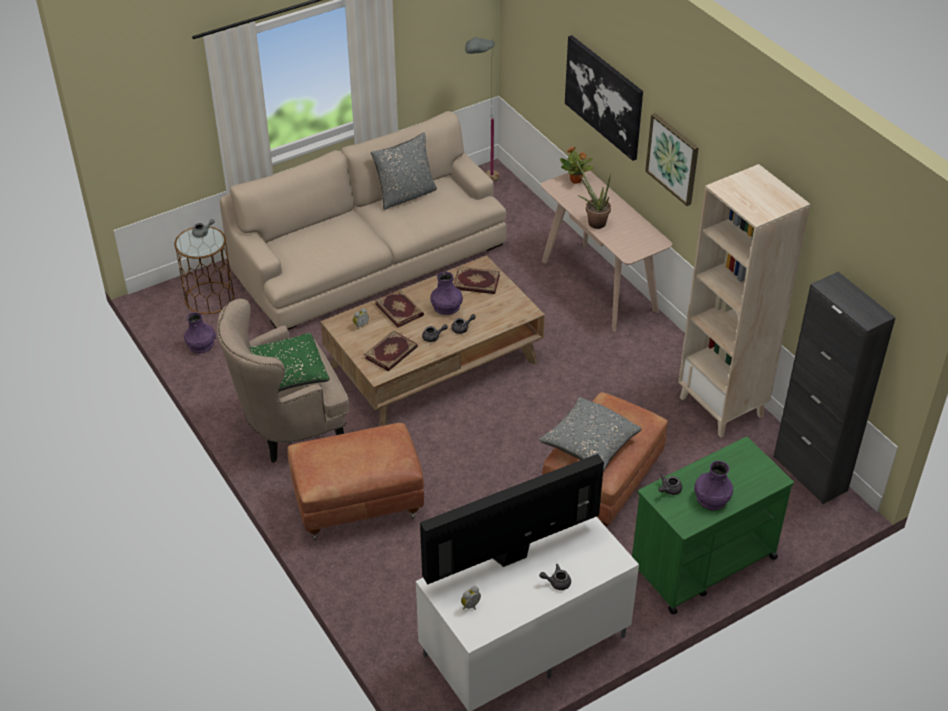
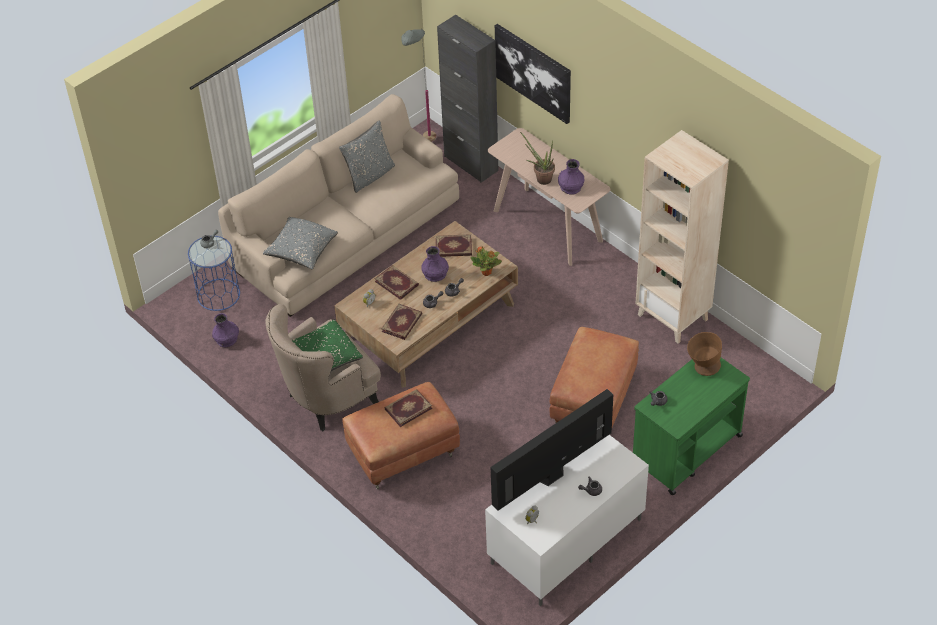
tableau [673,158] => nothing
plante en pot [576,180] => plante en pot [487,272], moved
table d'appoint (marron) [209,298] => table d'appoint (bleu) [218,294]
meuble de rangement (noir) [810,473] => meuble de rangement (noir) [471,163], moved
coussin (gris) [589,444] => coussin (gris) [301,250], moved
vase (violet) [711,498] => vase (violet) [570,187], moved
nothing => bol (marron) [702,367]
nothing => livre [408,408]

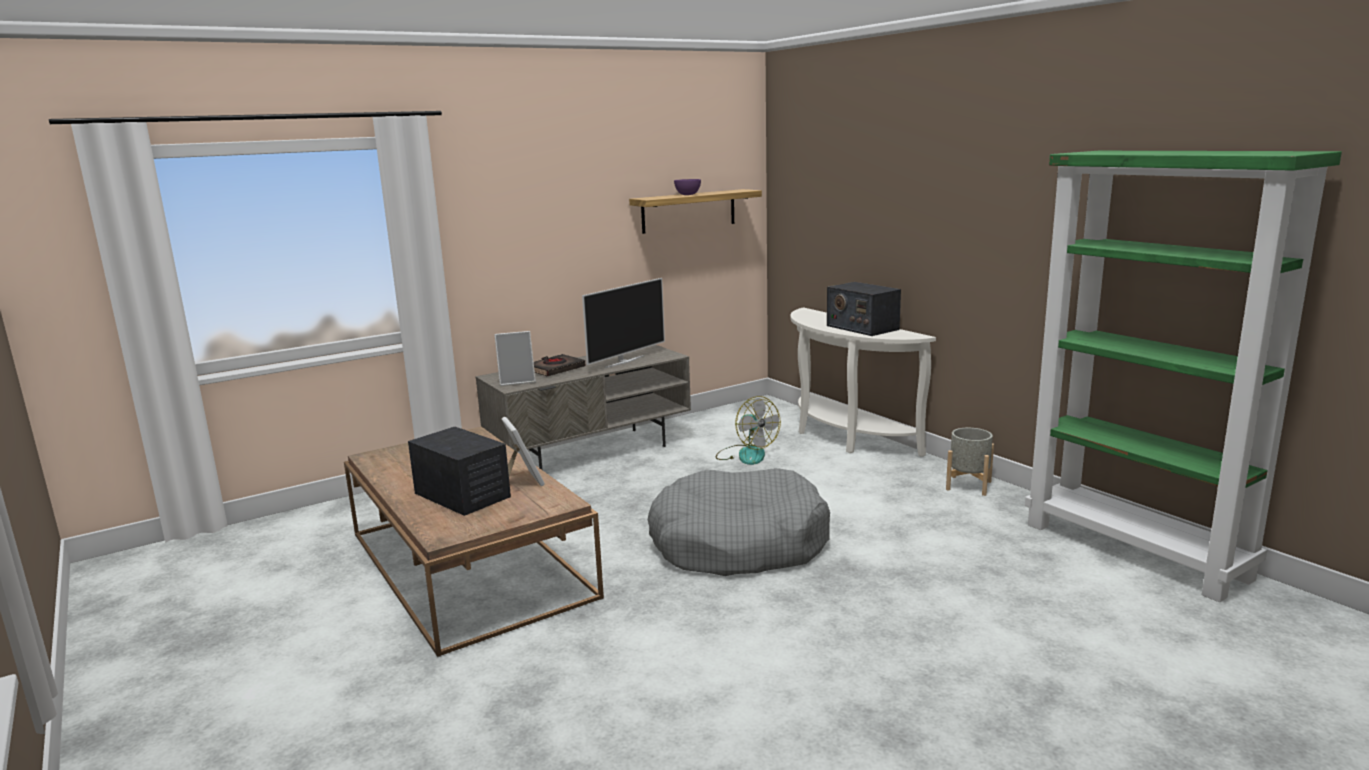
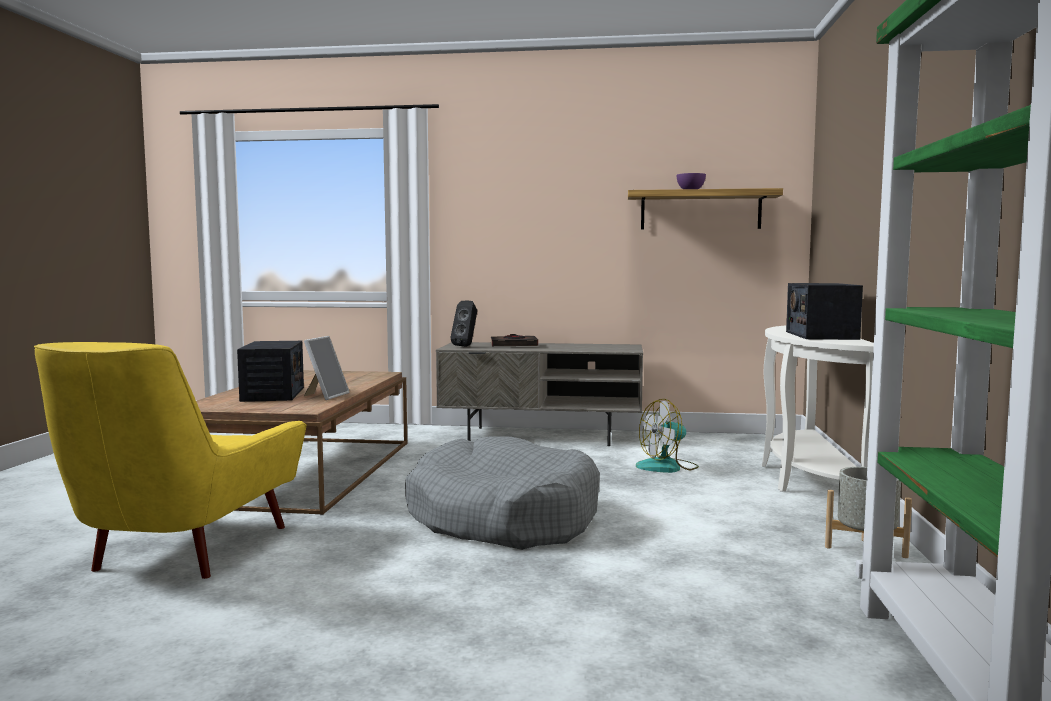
téléviseur [624,361] => nothing
cadre photo [517,381] => enceinte (noir) [466,346]
ventilateur [746,454] => ventilateur [667,467], 60 degrees clockwise
nothing => fauteuil (jaune) [180,554]

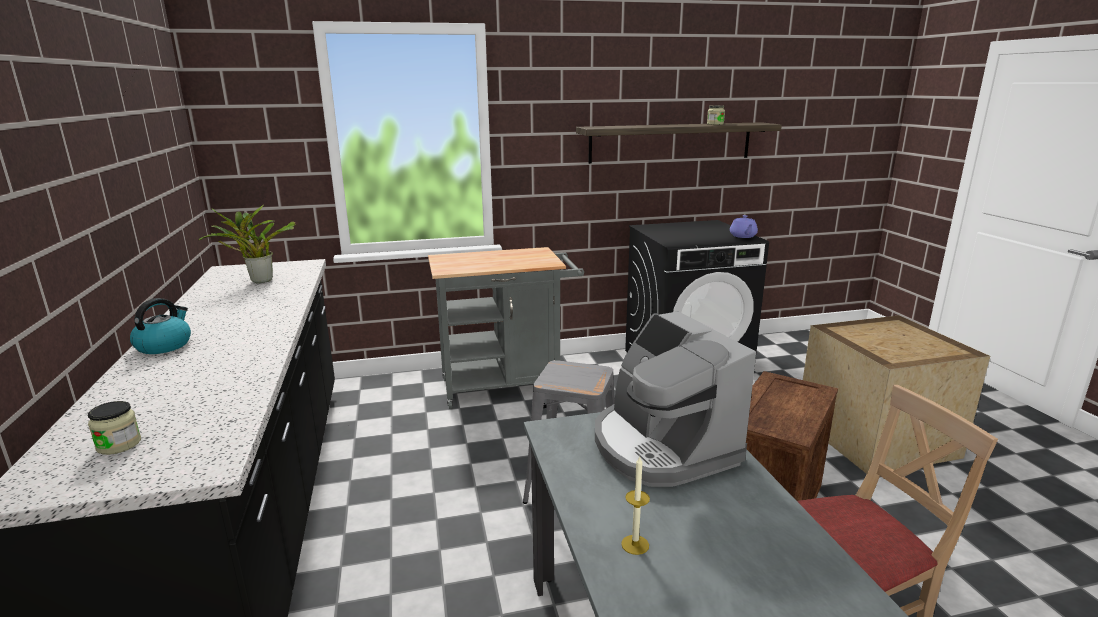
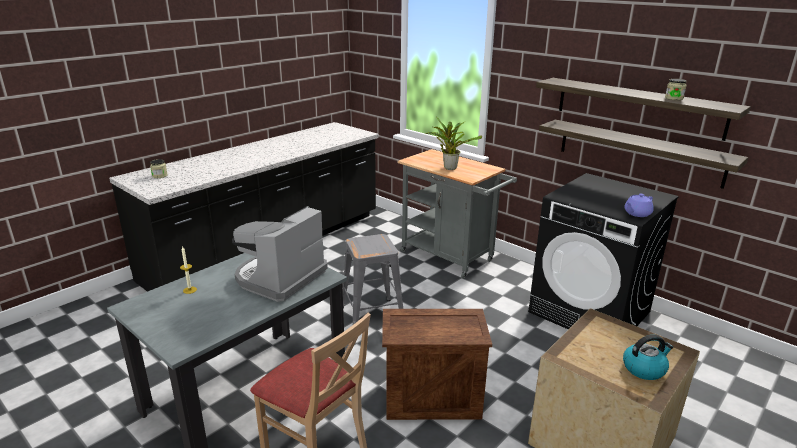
plante en pot [259,280] => plante en pot [449,167], moved
bouilloire [164,345] => bouilloire [644,368], moved
nothing => étagère [638,152]

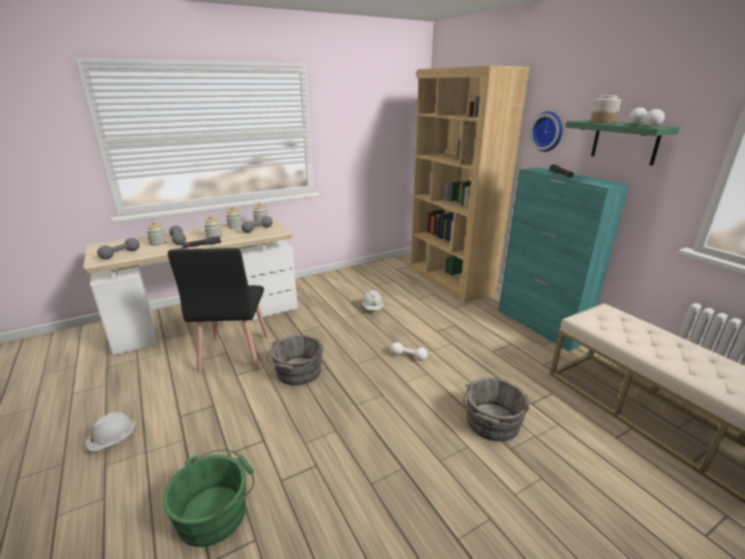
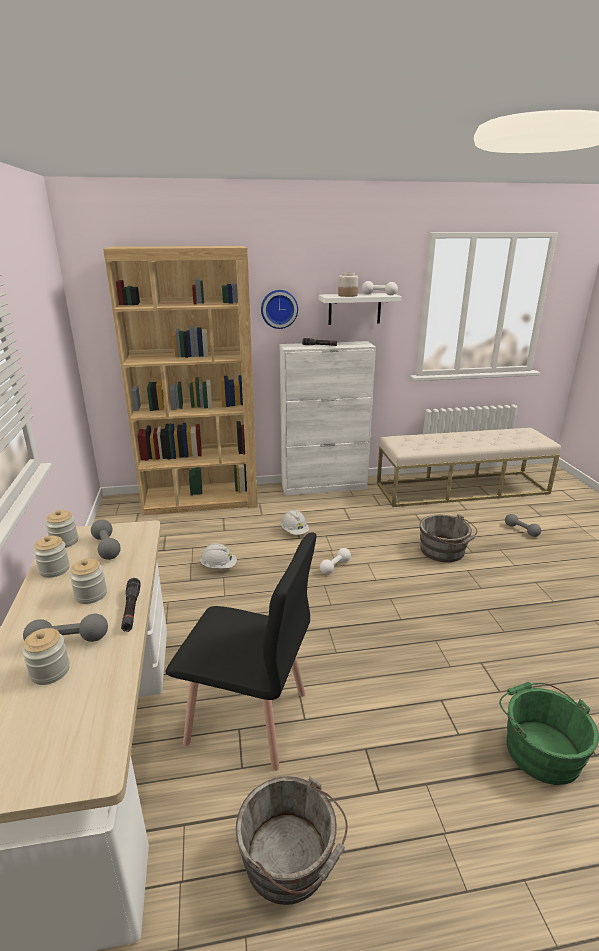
étagère (vert) [625,142] => étagère (blanc) [354,309]
meuble de rangement (turquoise) [540,325] => meuble de rangement (blanc) [324,486]
haltère (gris) [120,254] => haltère (gris) [521,530], moved
seau (gris) [297,373] => seau (gris) [291,860], moved
casque de chantier (blanc) [113,441] => casque de chantier (blanc) [294,531], moved

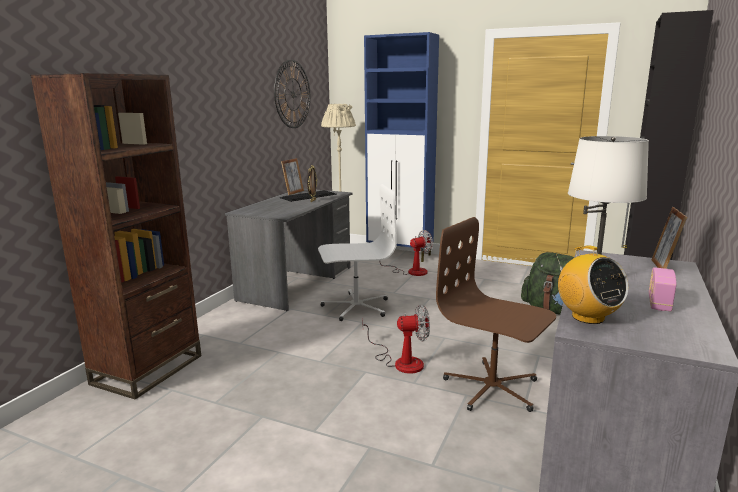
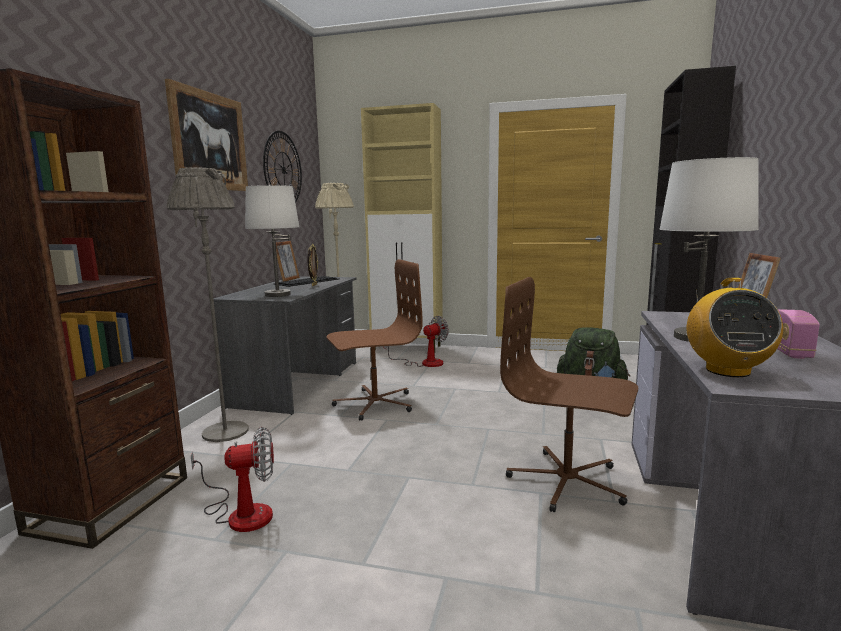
meuble de rangement (bleu) [400,255] => meuble de rangement (beige) [408,348]
chaise de bureau (blanc) [356,307] => chaise de bureau (marron) [374,403]
radio [587,317] => radio [727,370], 45 degrees clockwise
ventilateur [401,361] => ventilateur [241,513], moved
nothing => tableau [209,141]
nothing => lampadaire (gris) [225,432]
nothing => lampe de table (blanc) [277,294]

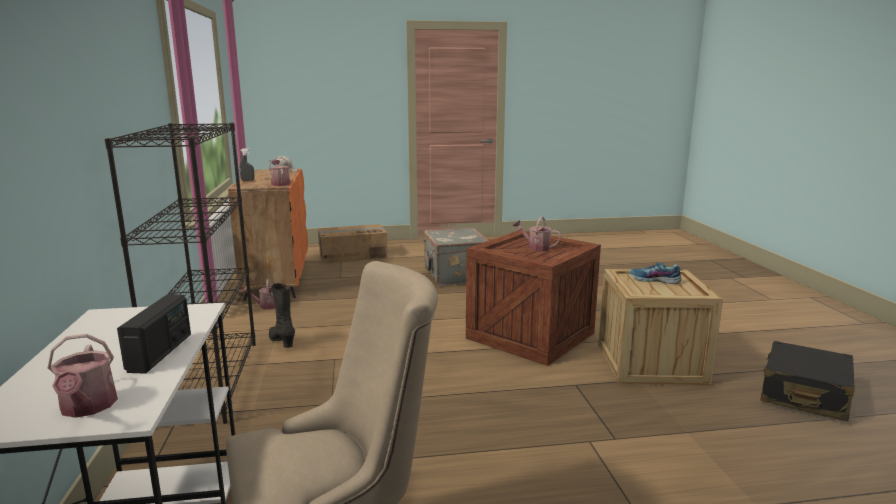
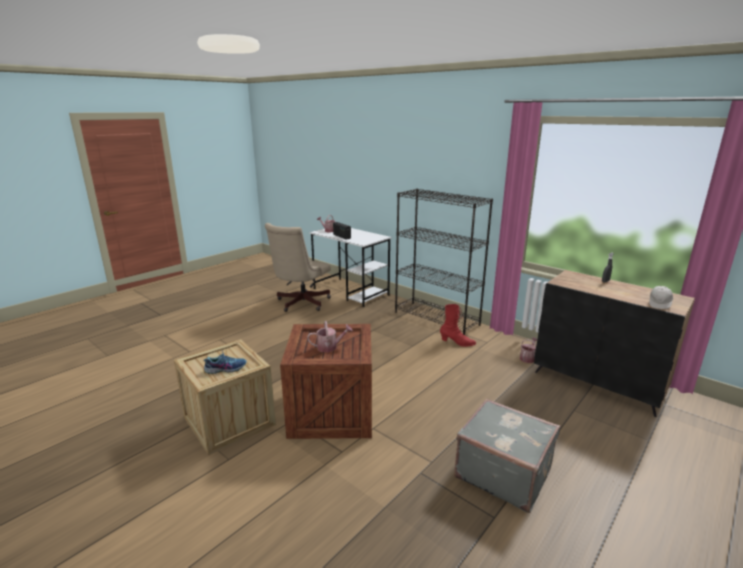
arrosoir [280,184] => nothing
meuble de rangement (orange) [277,279] => meuble de rangement (noir) [598,383]
carton [352,255] => nothing
botte (noir) [282,341] => botte (rouge) [457,343]
valise (noir) [804,395] => nothing

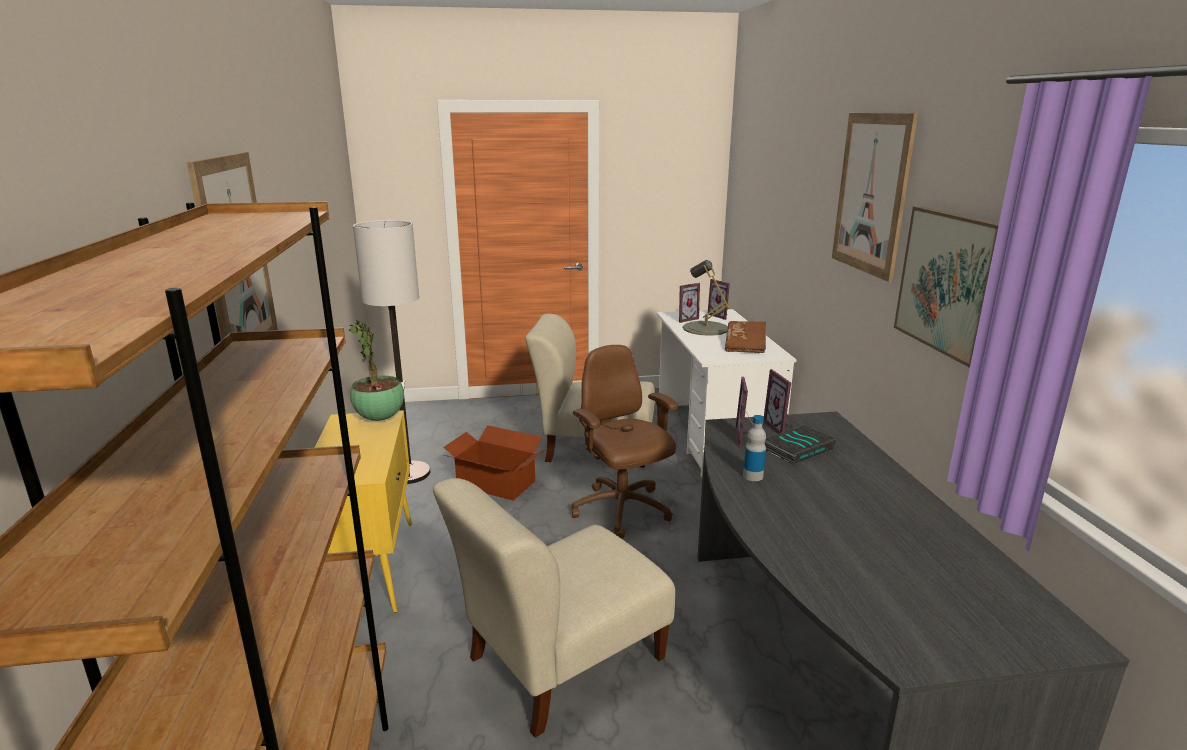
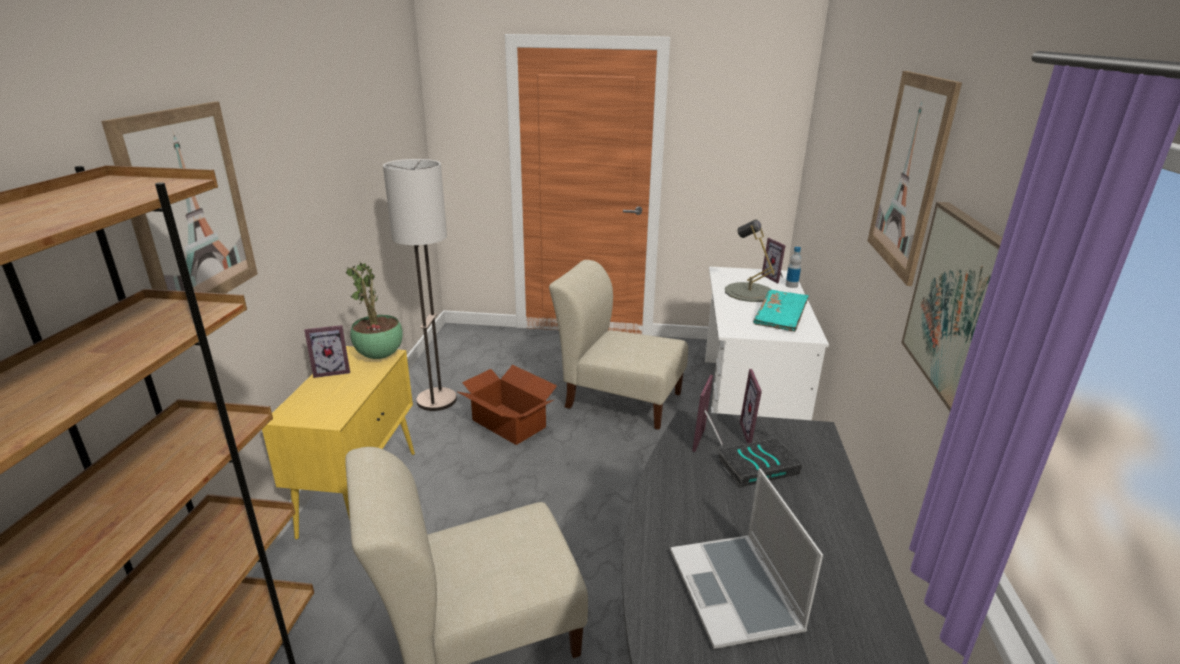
cadre photo [685,319] => cadre photo [332,370], moved
livre (marron) [745,346] => livre (turquoise) [780,319]
chaise de bureau (marron) [622,511] => nothing
bouteille [753,476] => bouteille [791,285], moved
nothing => ordinateur portable [736,592]

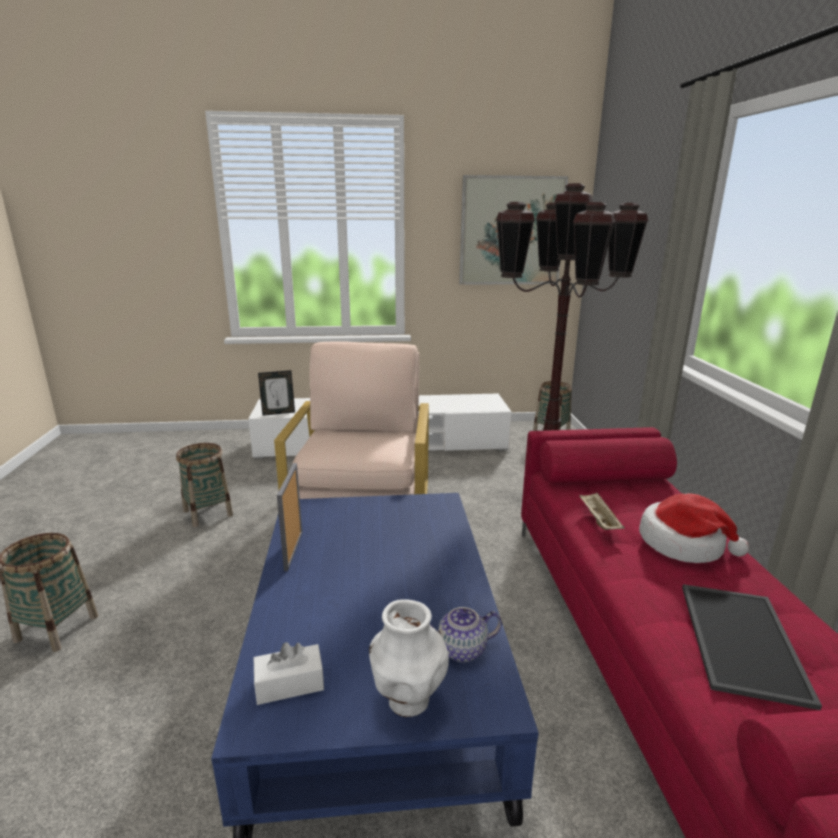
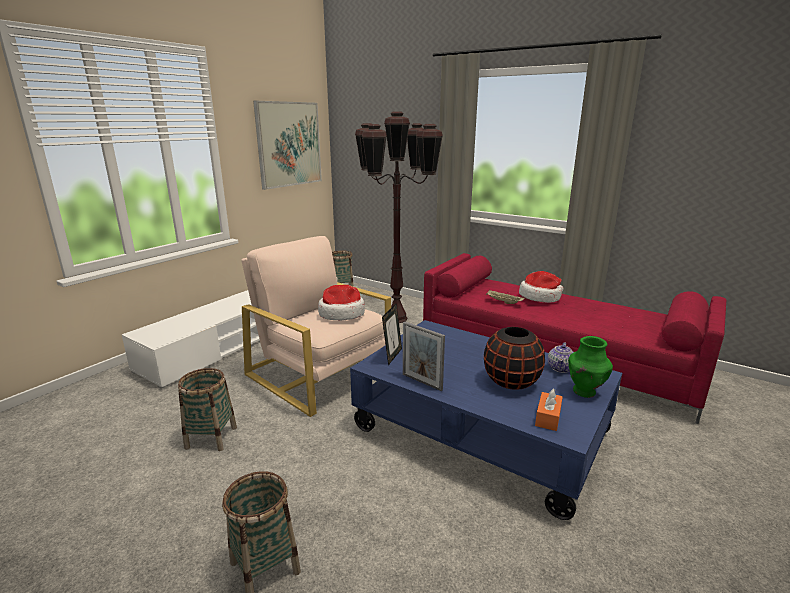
cadre photo [278,413] => cadre photo [392,356], moved
plateau [738,639] => nothing
vase (blanc) [408,701] => vase (vert) [584,392]
boîte à mouchoirs (blanc) [289,684] => boîte à mouchoirs (orange) [548,417]
nothing => chapeau [341,313]
nothing => vase (noir) [511,382]

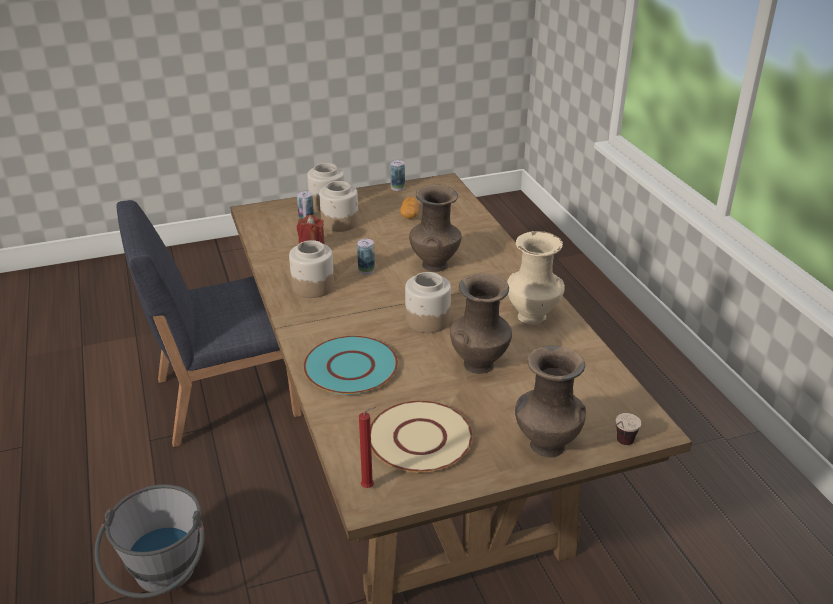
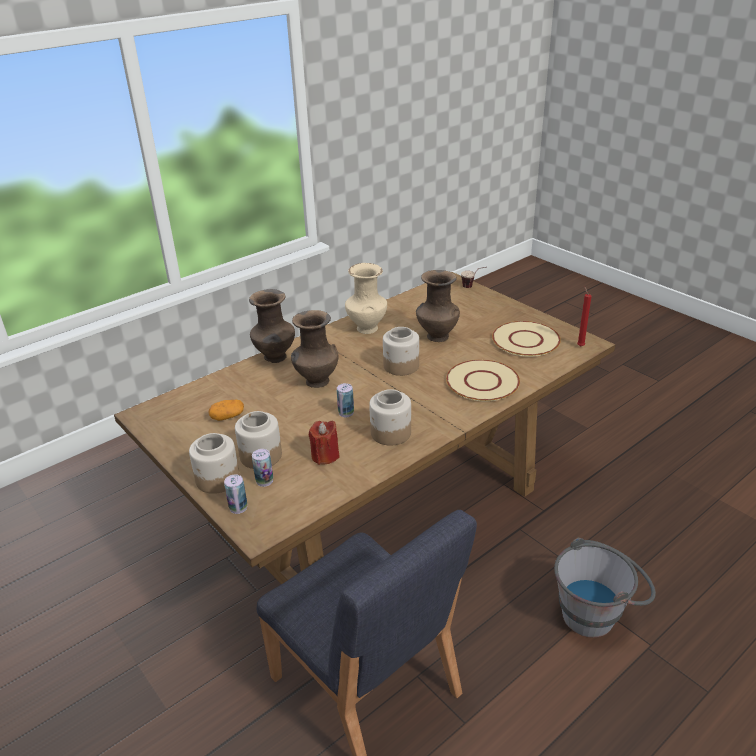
boîte métallique [397,188] => boîte métallique [238,507], moved
assiette (turquoise) [350,367] => assiette (beige) [482,382]
vase (marron) [545,445] => vase (marron) [275,358], moved

